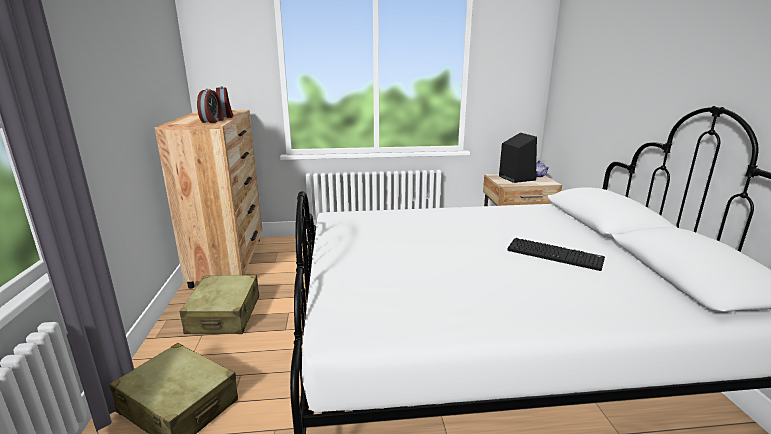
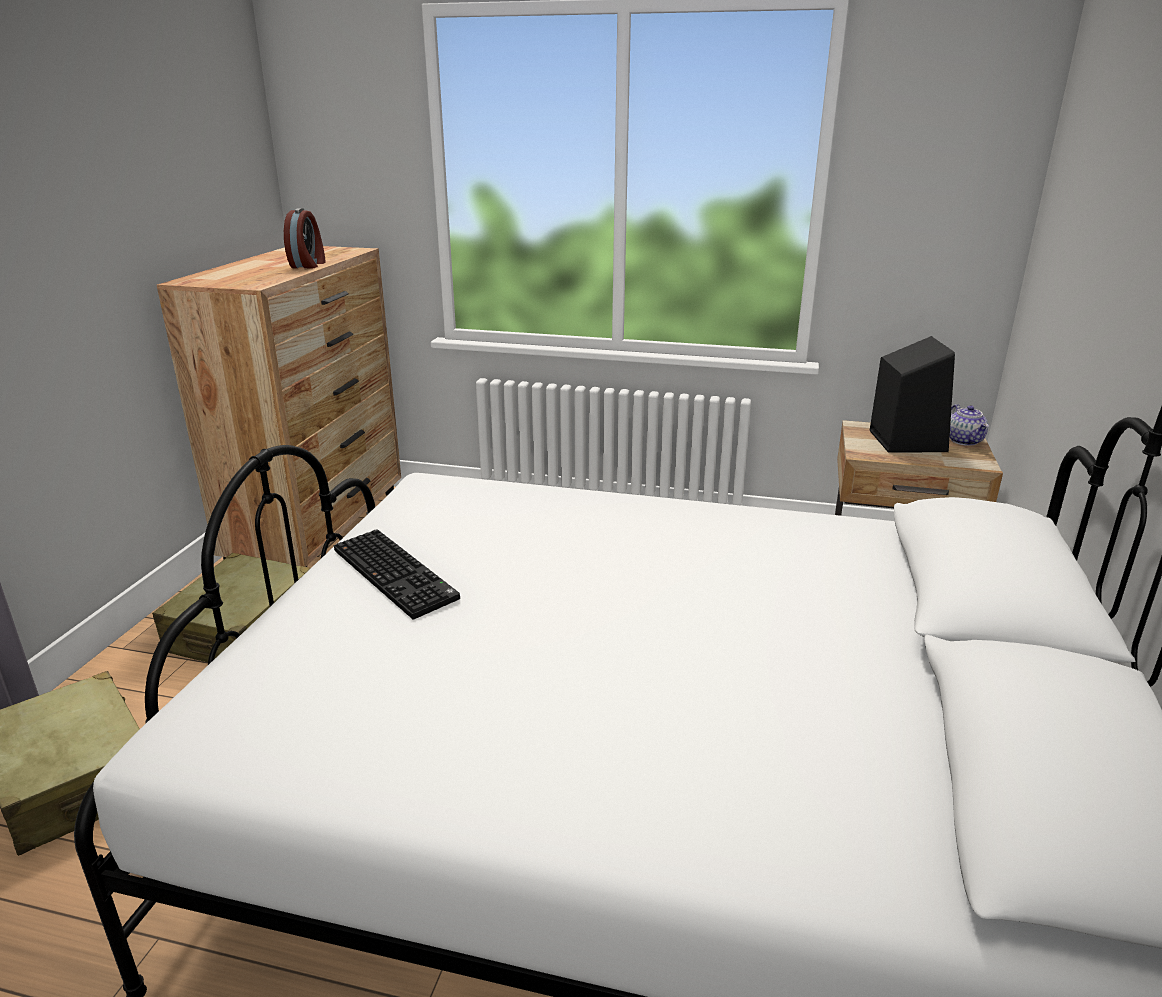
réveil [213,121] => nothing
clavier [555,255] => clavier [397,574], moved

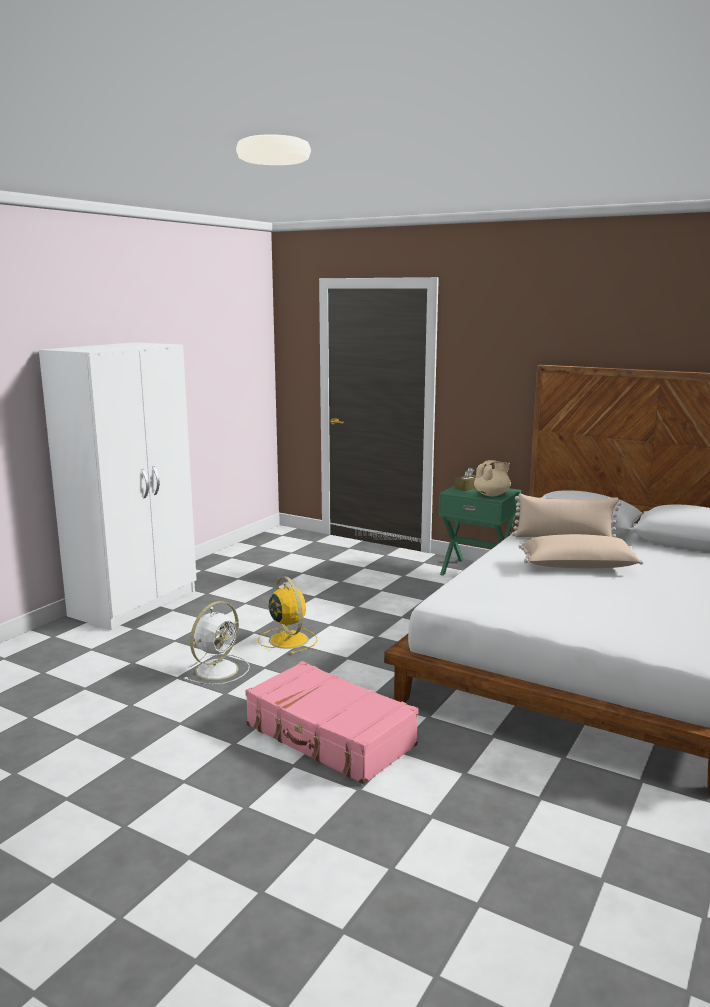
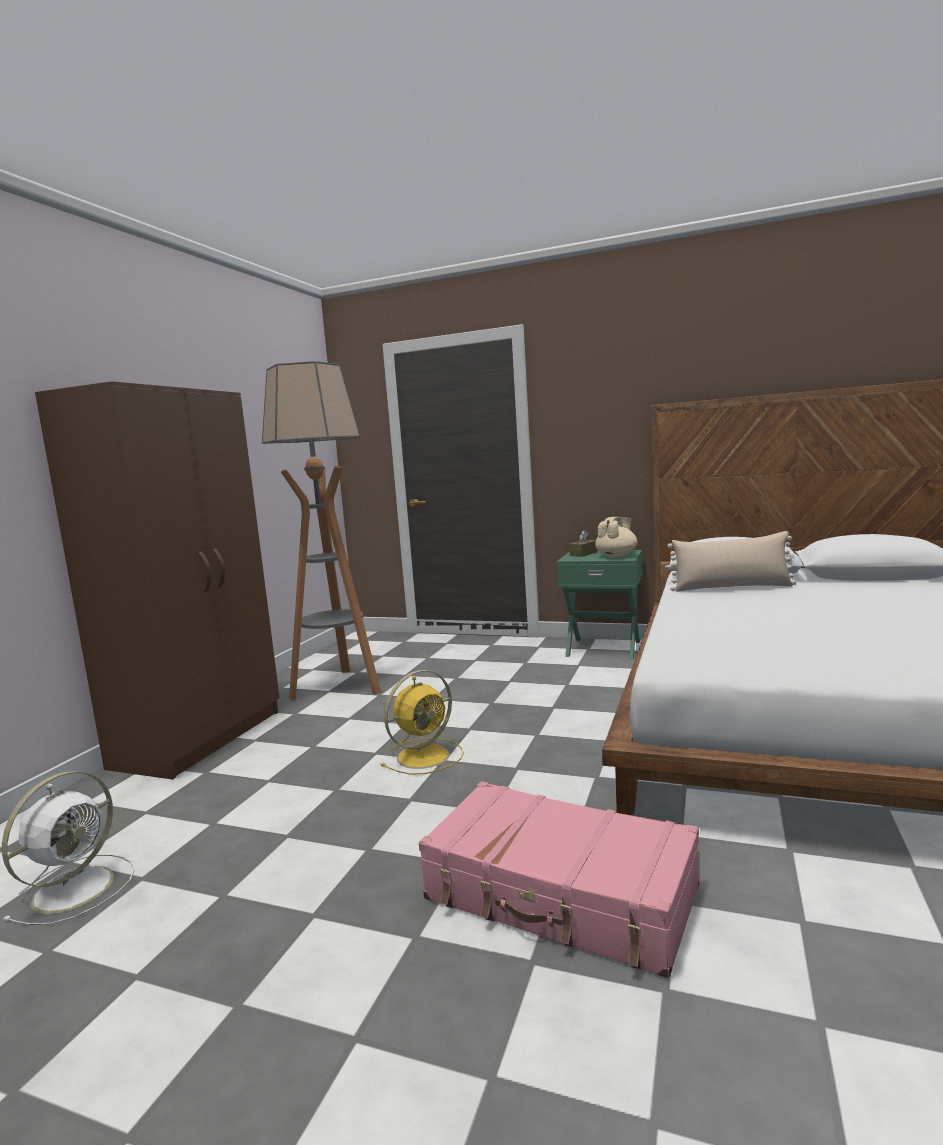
armoire (blanc) [136,603] => armoire (marron) [202,738]
coussin (beige) [578,568] => nothing
ventilateur (jaune) [288,639] => ventilateur (jaune) [425,755], 90 degrees clockwise
ventilateur (blanc) [218,669] => ventilateur (blanc) [76,887], moved
nothing => lampadaire [338,687]

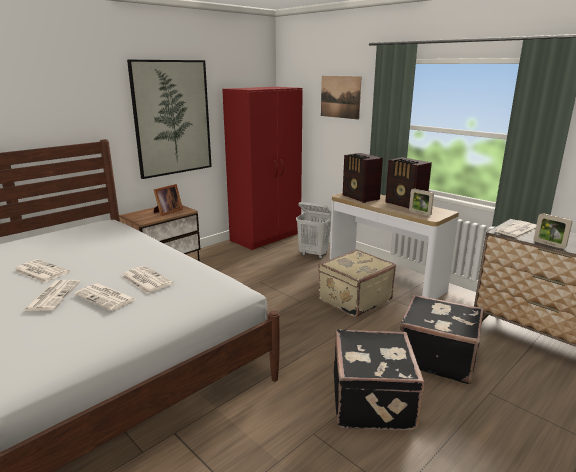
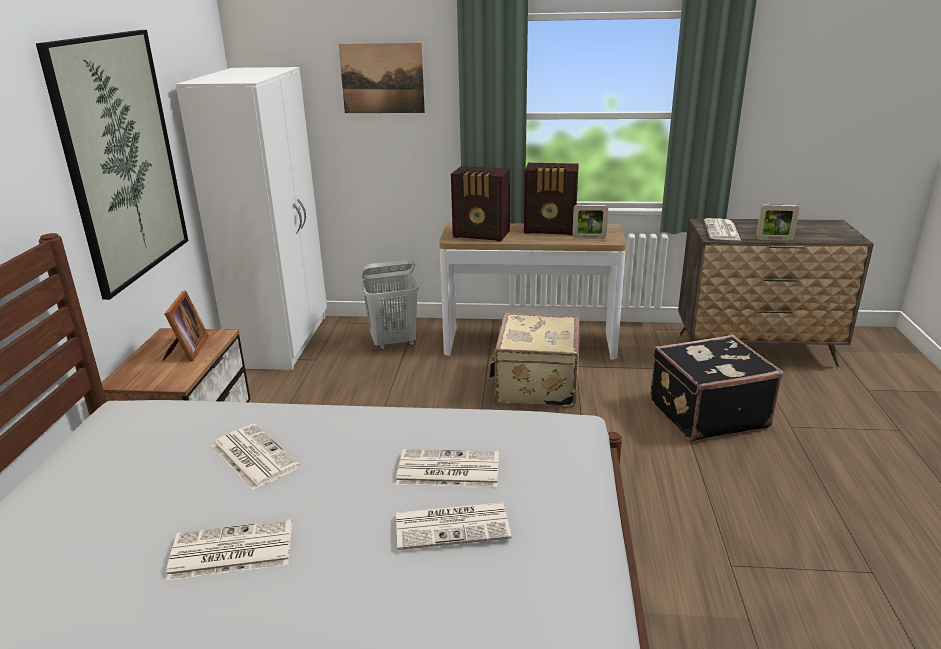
armoire (rouge) [266,237] => armoire (blanc) [282,341]
journal [53,295] => journal [253,456], moved
valise (noir) [374,400] => nothing

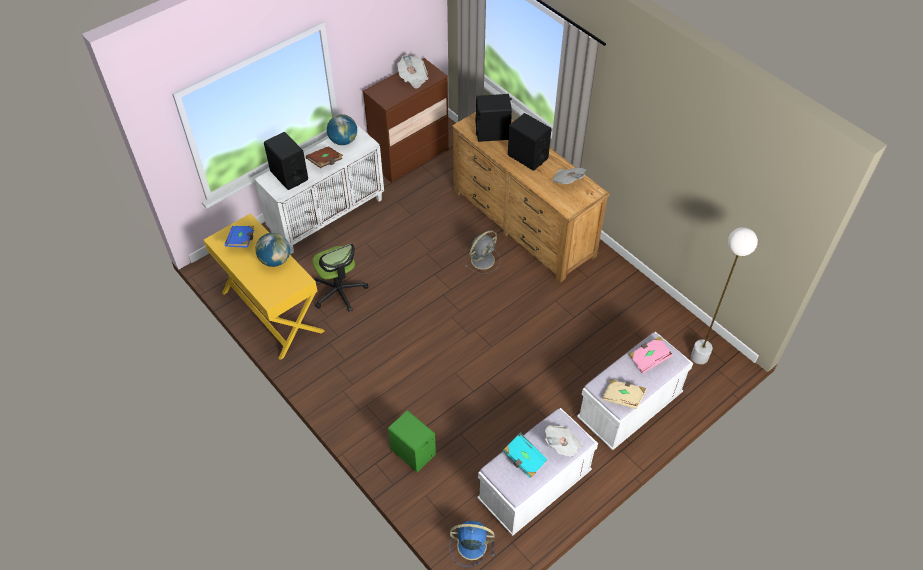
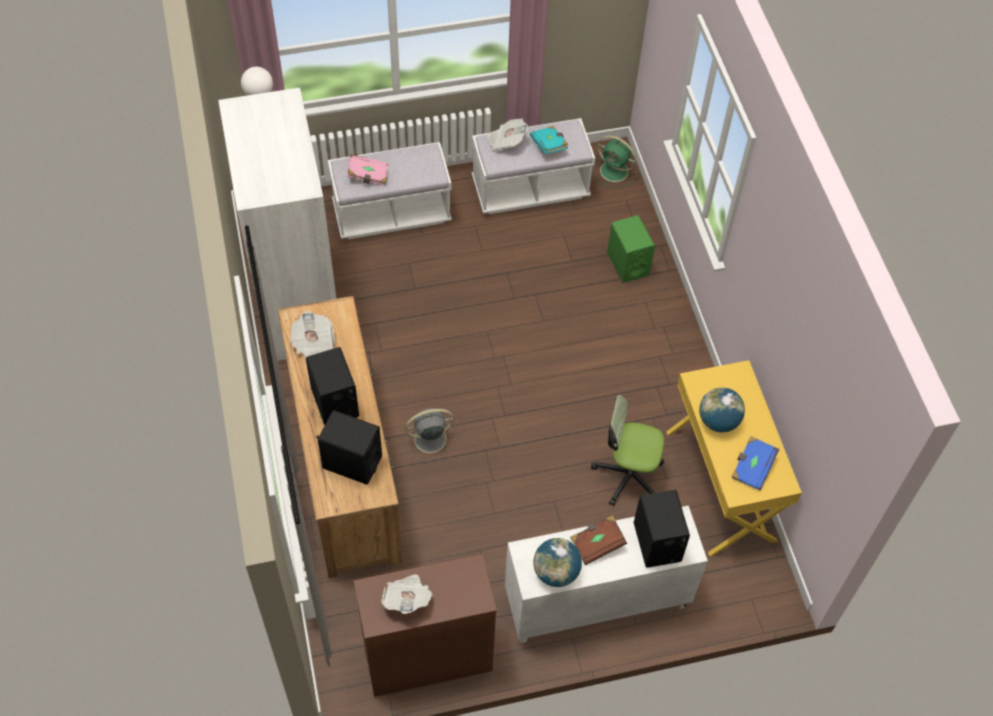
chaise de bureau [339,292] => chaise de bureau [628,475], 75 degrees counterclockwise
livre (beige) [623,397] => nothing
ventilateur (bleu) [470,545] => ventilateur (vert) [615,172]
nothing => armoire (blanc) [297,303]

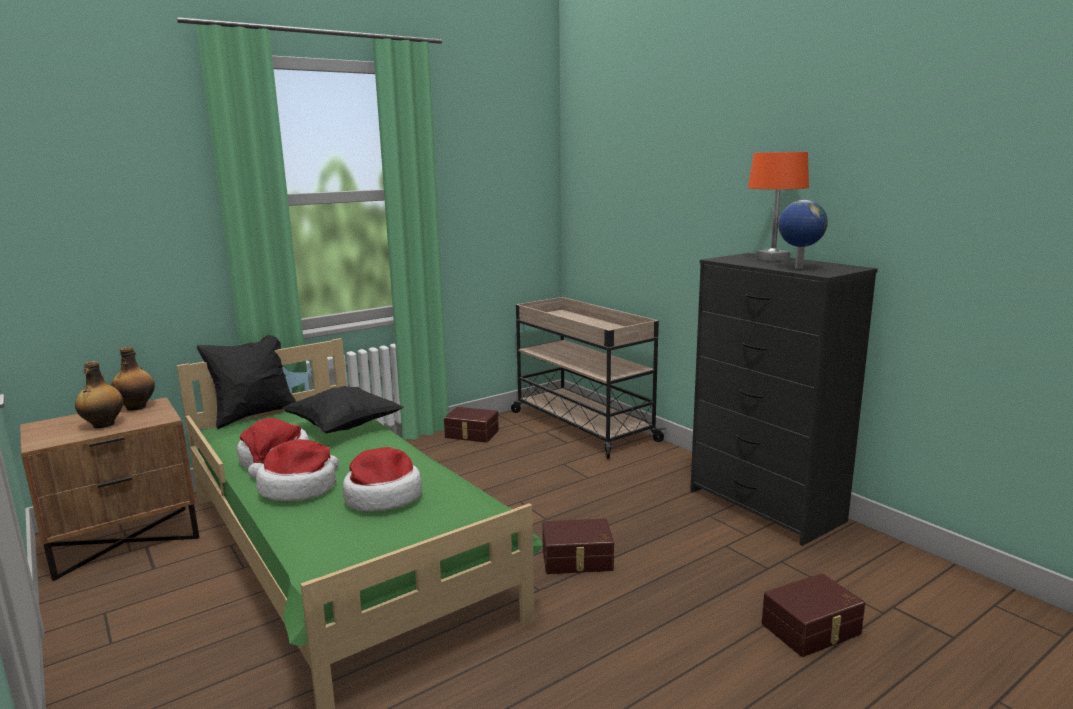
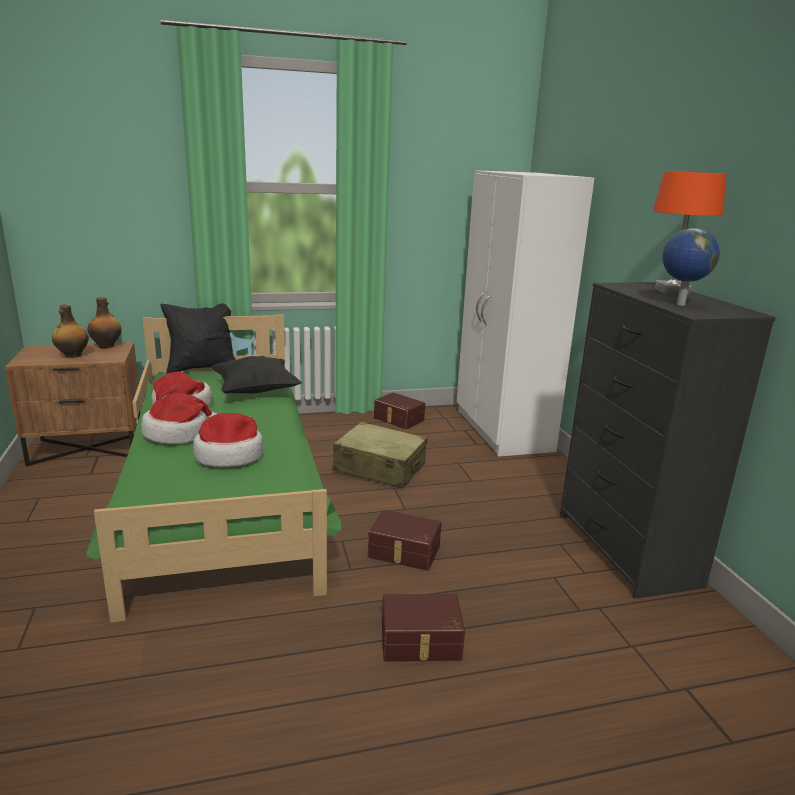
chariot (beige) [581,425] => armoire (blanc) [502,431]
boîte de rangement (marron) [812,630] => boîte de rangement (marron) [421,642], moved
nothing => valise (beige) [379,468]

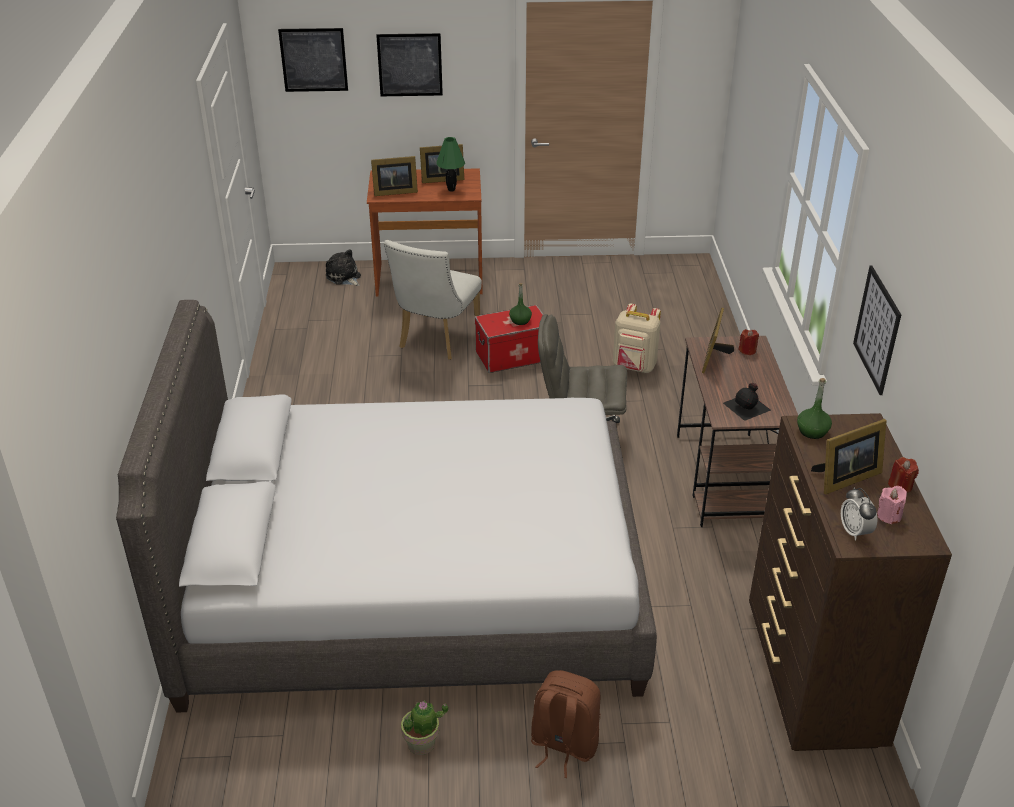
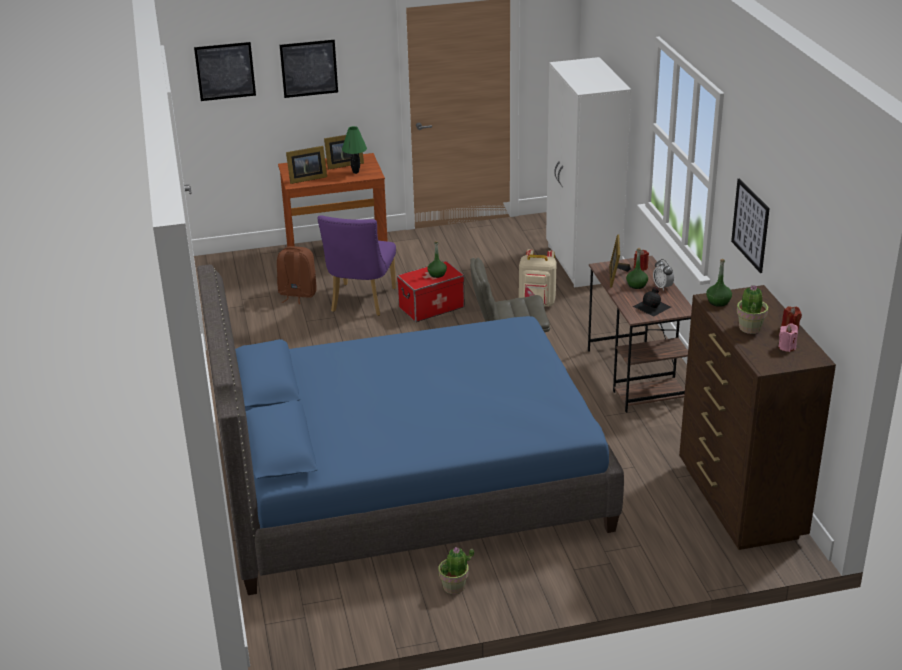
chaise (blanc) [436,341] => chaise (violet) [361,303]
peluche [344,277] => nothing
lit (gris) [413,587] => lit (bleu) [409,484]
cadre photo [844,478] => plante en pot [750,328]
réveil [855,531] => réveil [662,287], moved
sac à dos (marron) [563,745] => sac à dos (marron) [297,294], moved
nothing => armoire (blanc) [582,264]
nothing => bouteille (vert) [636,285]

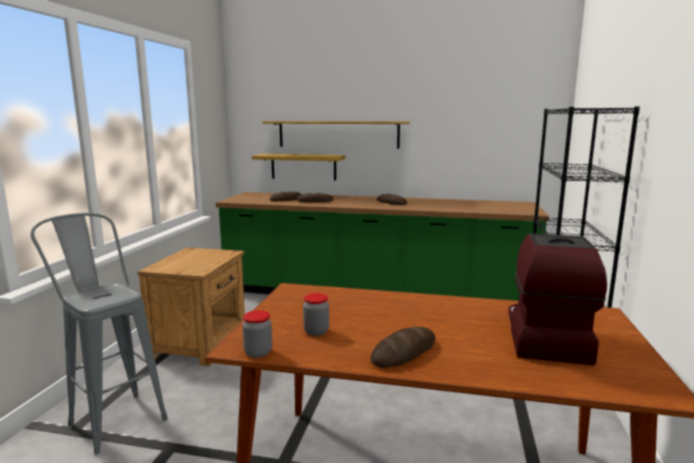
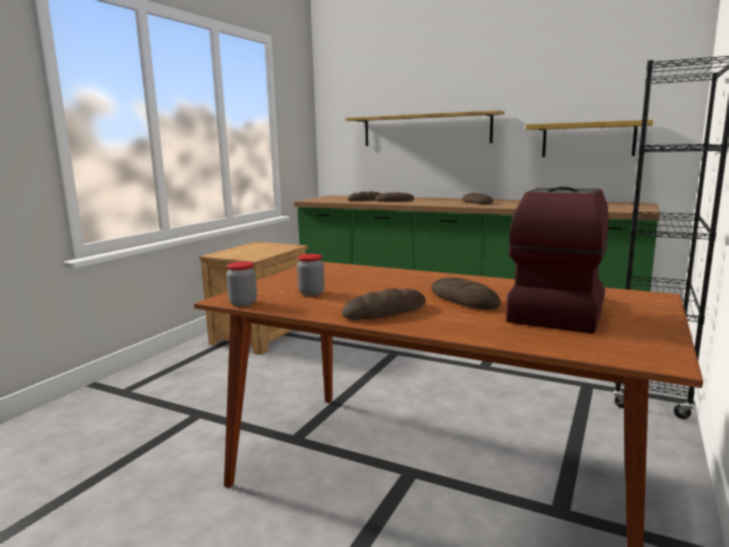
étagère [303,166] => étagère [588,139], moved
tabouret (gris) [112,416] => nothing
nothing => pain [463,300]

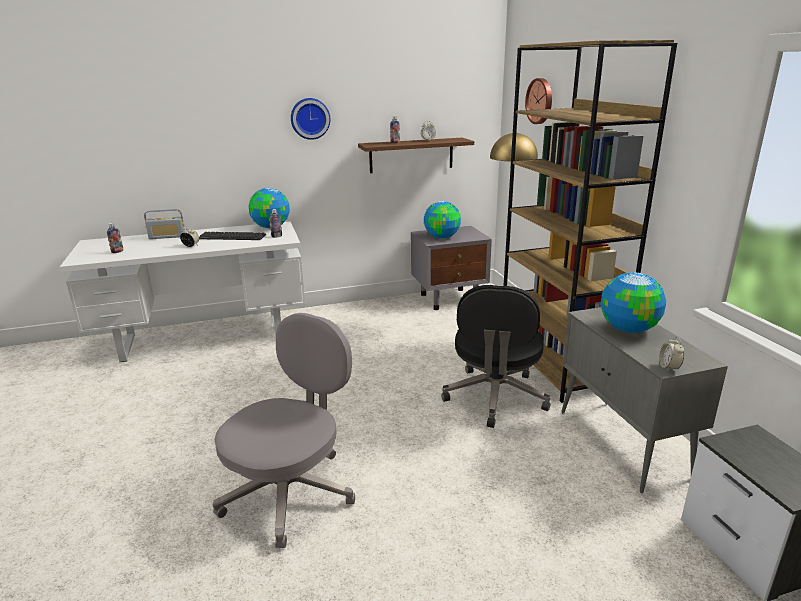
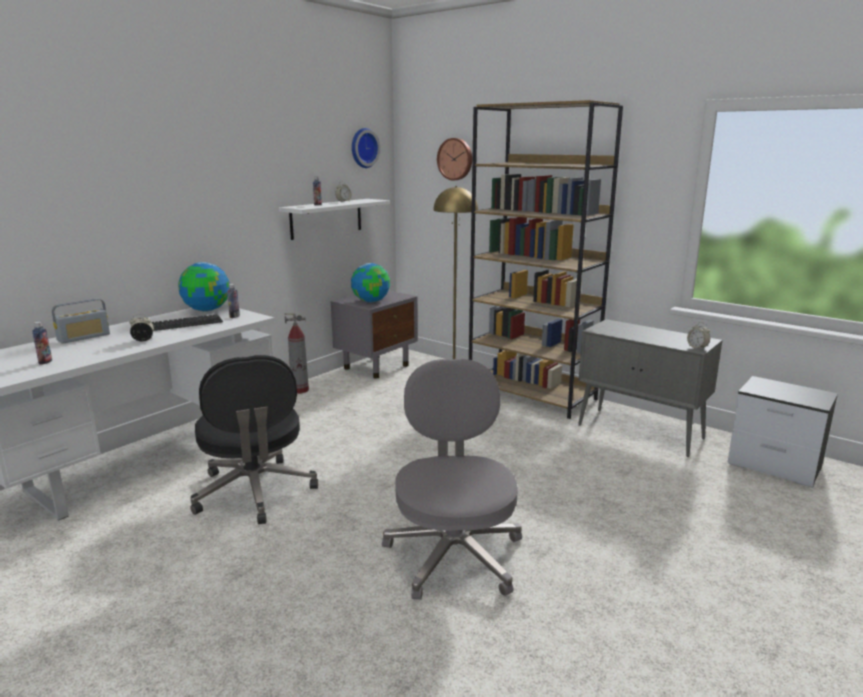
horloge murale [310,118] => horloge murale [363,148], moved
étagère (marron) [411,155] => étagère (blanc) [326,218]
globe [627,329] => nothing
chaise de bureau (noir) [495,397] => chaise de bureau (noir) [254,492], moved
nothing => extincteur [300,390]

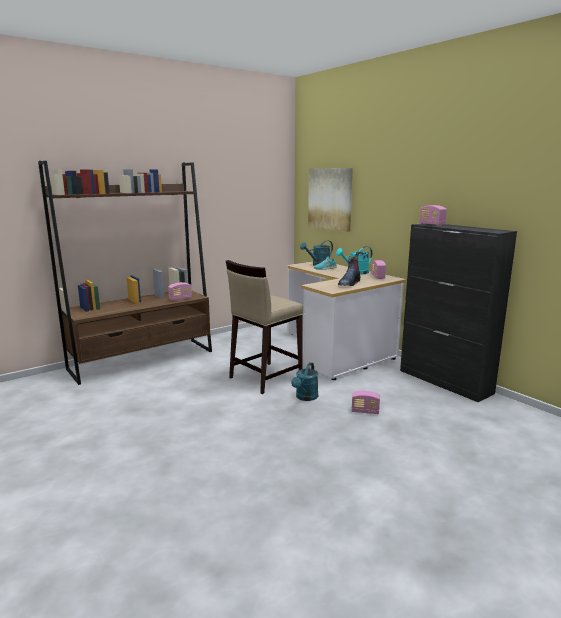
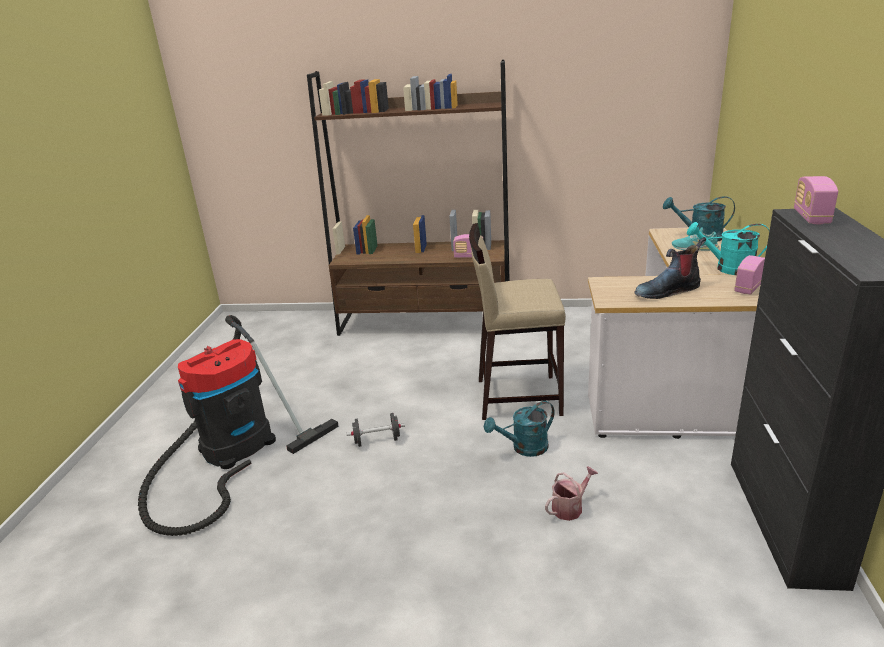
tableau [330,198] => nothing
radio [365,411] => arrosoir [570,507]
nothing => aspirateur [231,451]
nothing => haltère (noir) [377,440]

